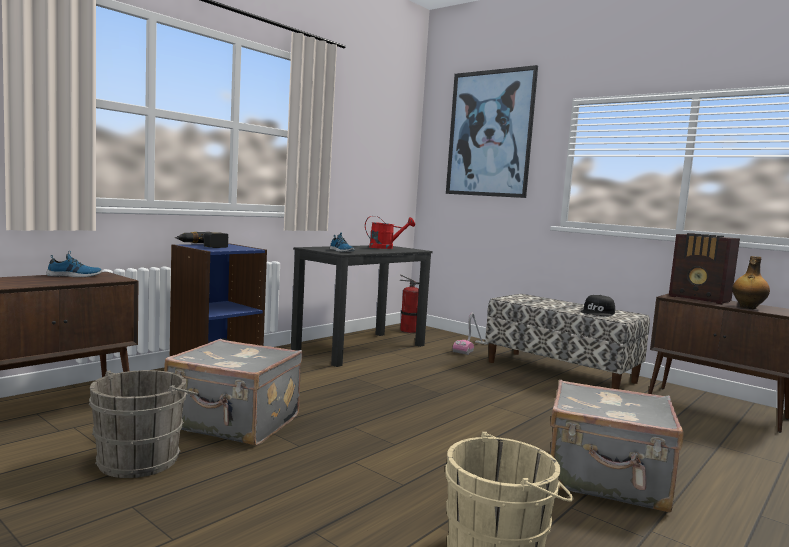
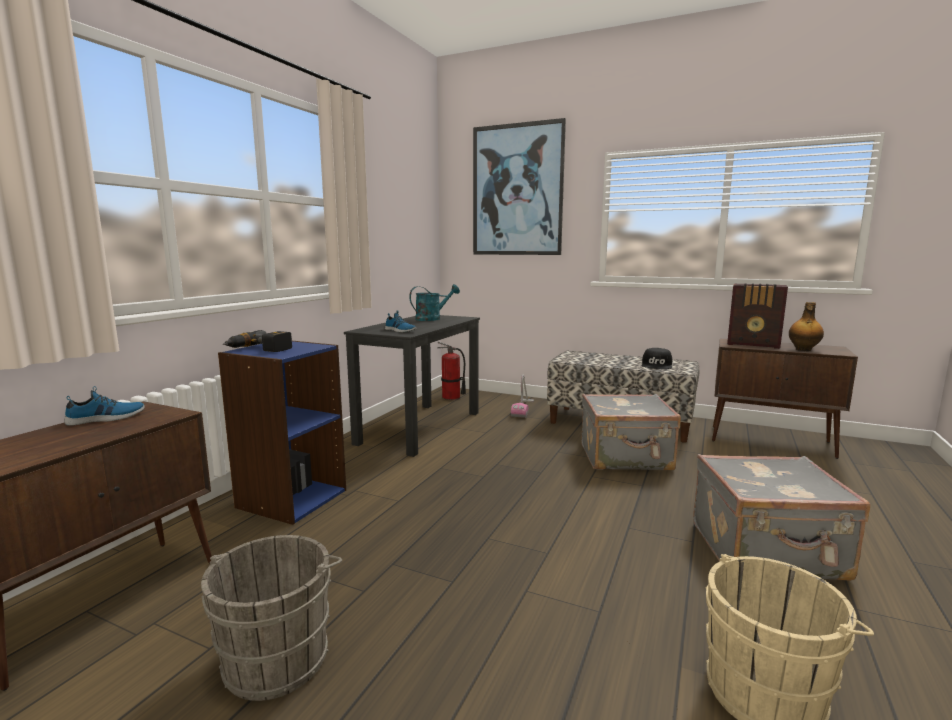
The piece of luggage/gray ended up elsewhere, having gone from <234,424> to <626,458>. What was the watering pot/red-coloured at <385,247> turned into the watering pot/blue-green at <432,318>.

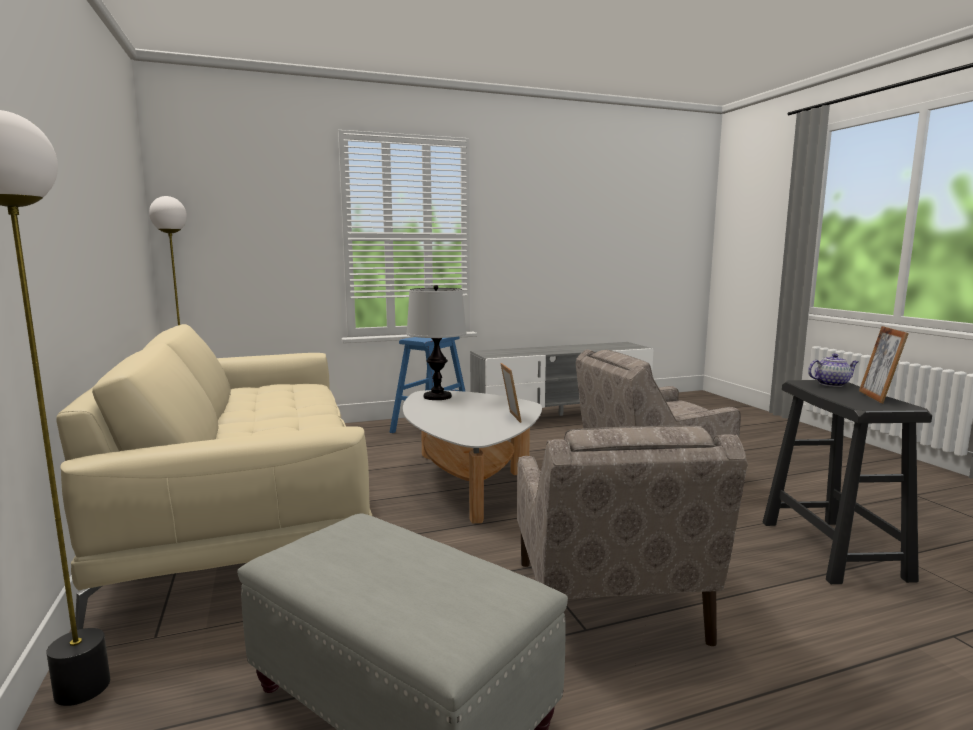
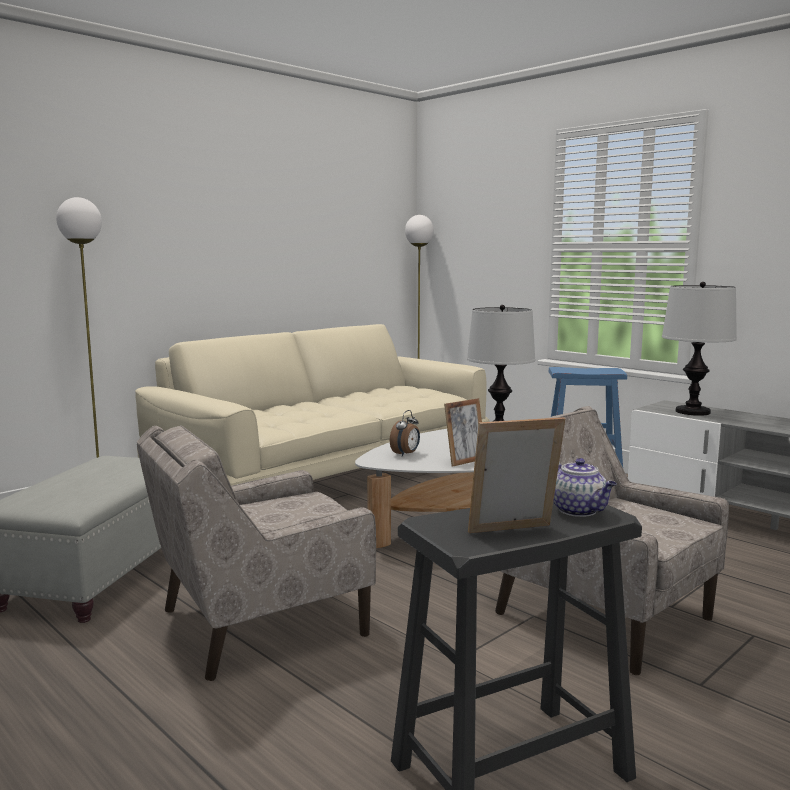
The second view gained the alarm clock at <406,454>. The second view gained the lamp for a table at <693,412>.

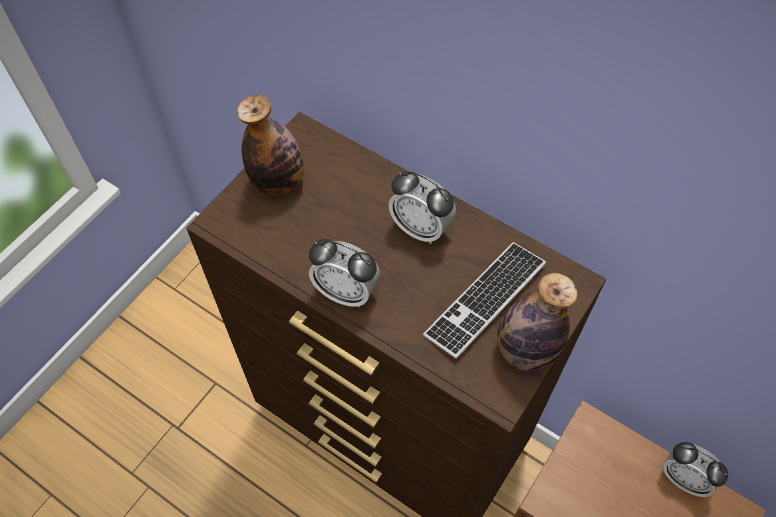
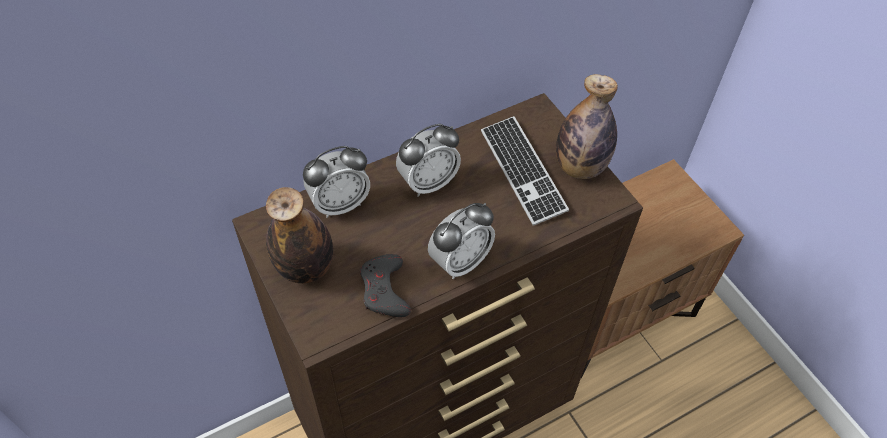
The second view gained the game controller/gray at <384,290>. The alarm clock ended up elsewhere, having gone from <683,477> to <339,204>.

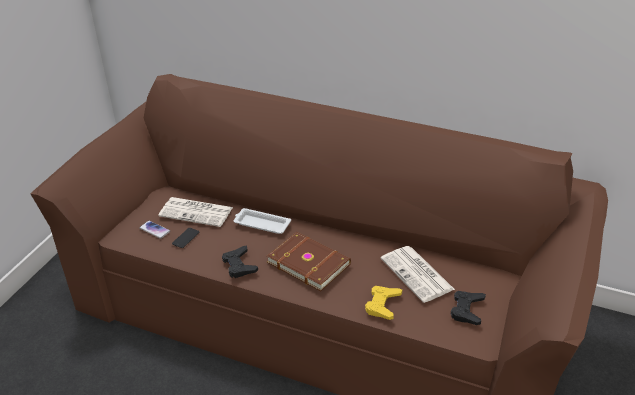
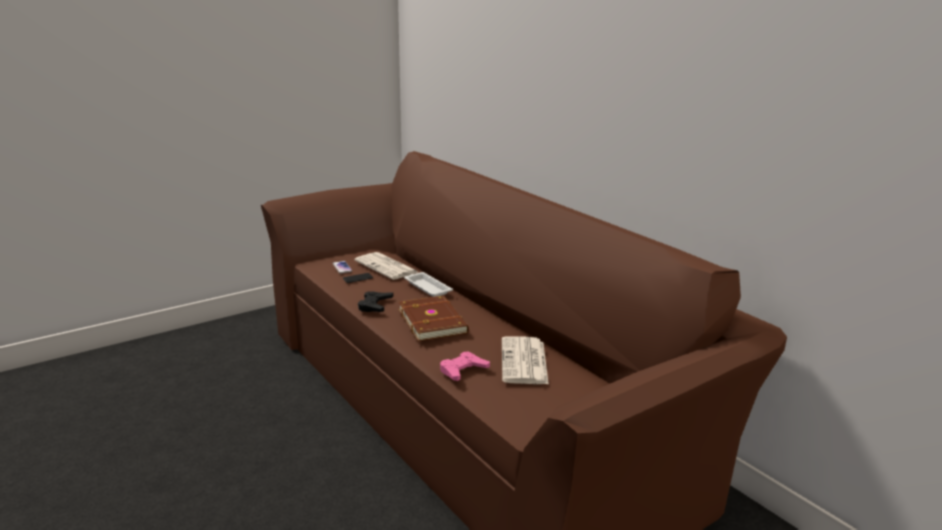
The second view lost the game controller/black at <467,310>. What was the game controller/yellowish at <382,305> turned into the game controller/pink at <463,370>.

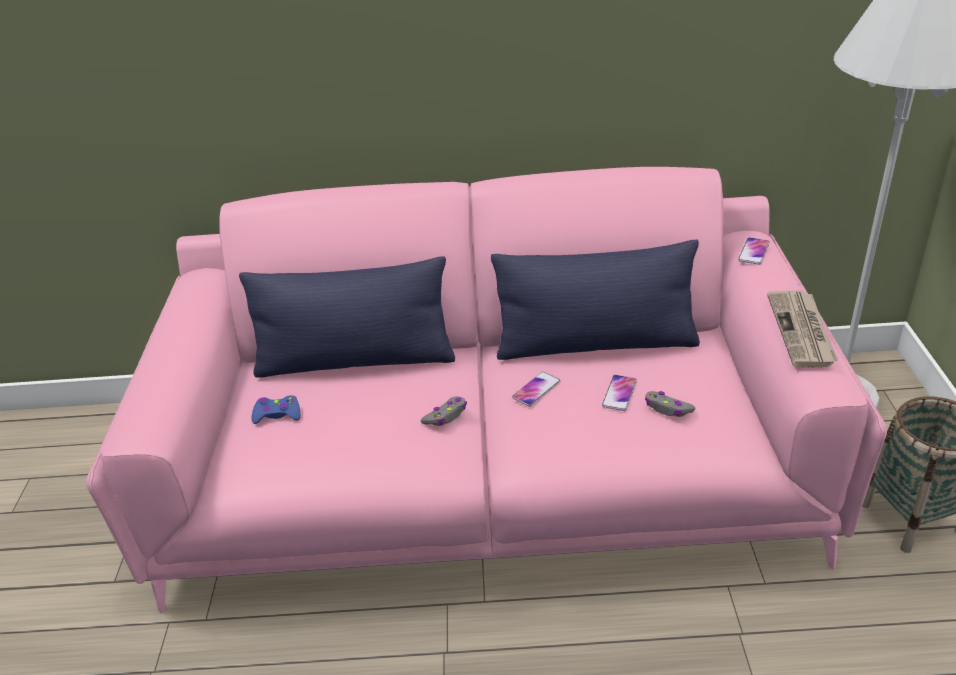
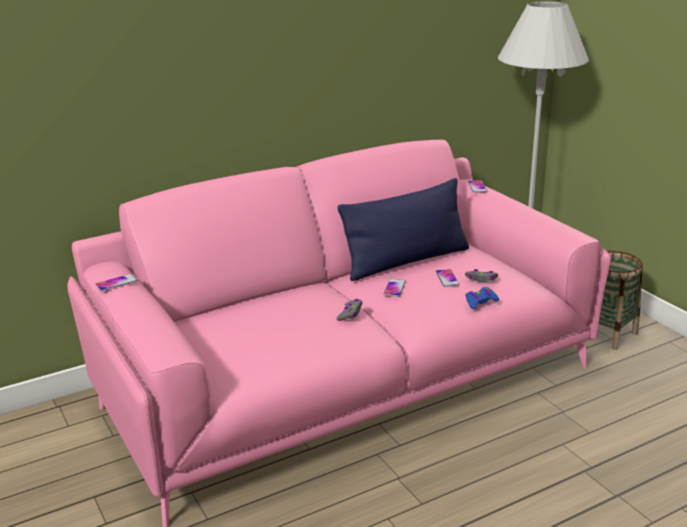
The second view lost the throw pillow/bluish at <356,361>. The second view lost the daily paper at <802,331>. The second view gained the phone at <116,283>. The game controller/bluish ended up elsewhere, having gone from <277,414> to <480,302>.

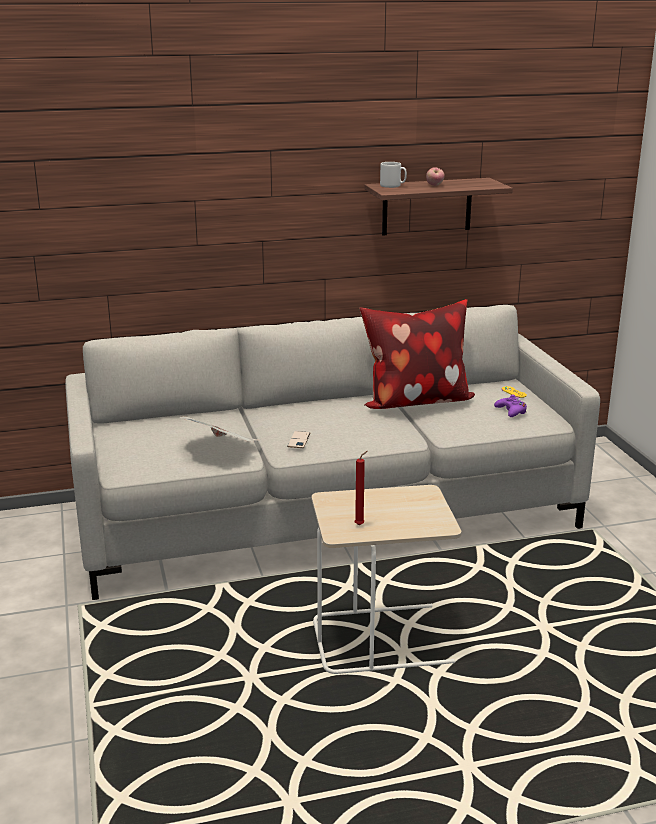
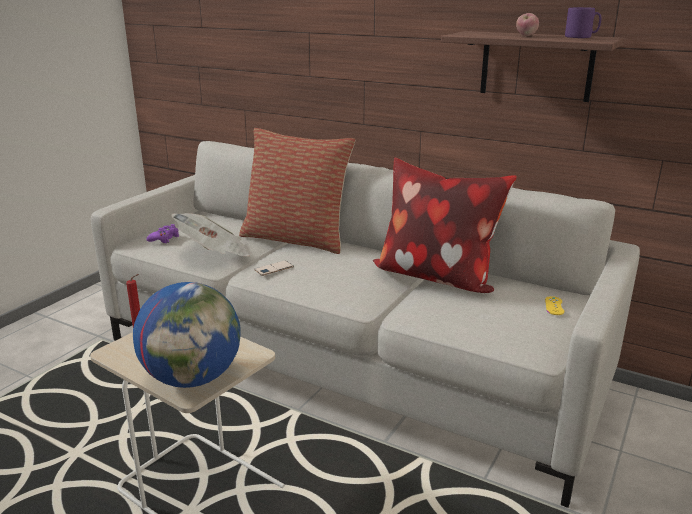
The second view lost the coffee mug/gray at <393,186>. The second view gained the world globe at <193,378>. The second view gained the throw pillow at <297,238>. The second view gained the coffee mug/purplish at <581,37>. The game controller/purplish ended up elsewhere, having gone from <511,411> to <164,238>.

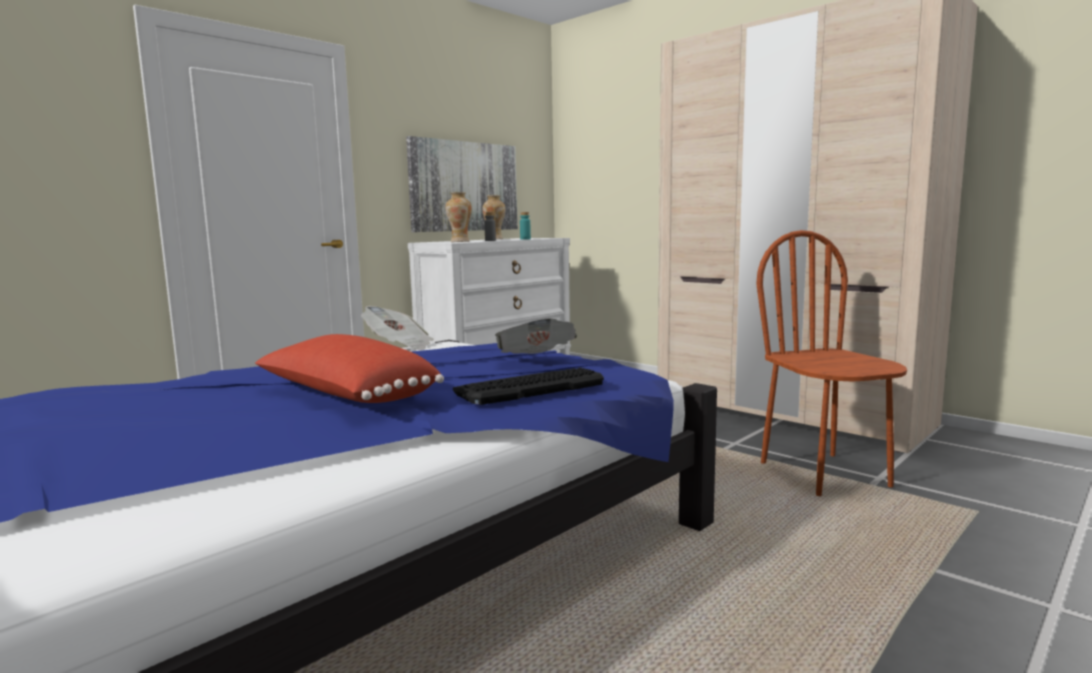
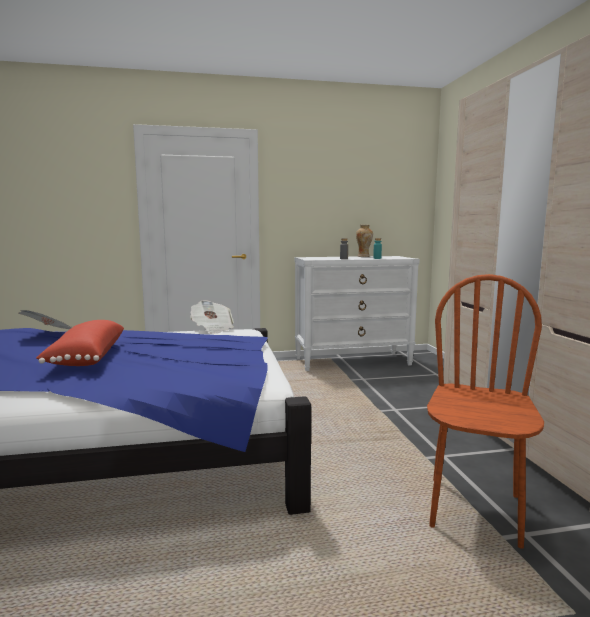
The second view lost the picture at <464,186>. The second view lost the vase at <460,242>. The second view lost the keyboard at <528,387>. The daily paper ended up elsewhere, having gone from <536,361> to <50,334>.

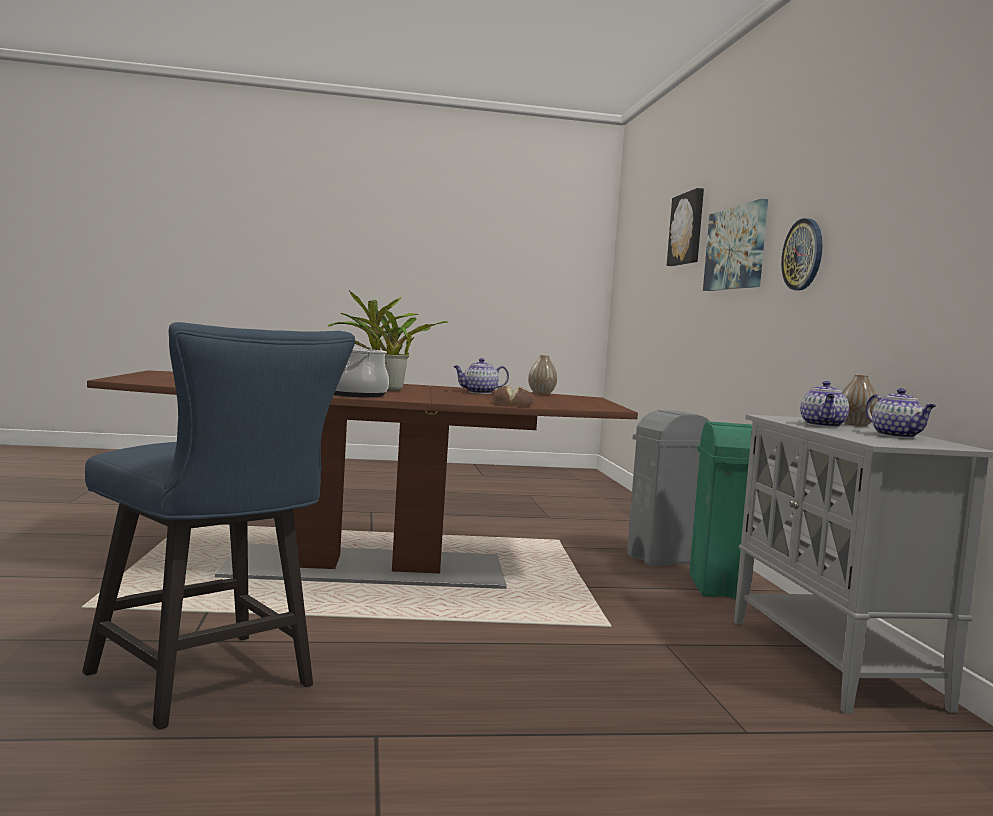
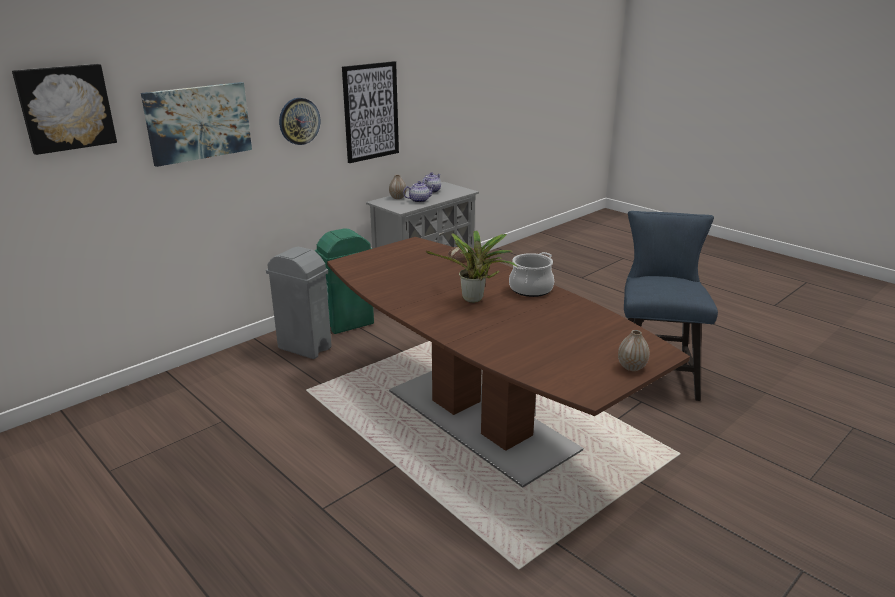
The second view lost the teapot at <479,392>. The second view gained the picture at <371,112>. The vase ended up elsewhere, having gone from <541,393> to <631,367>.

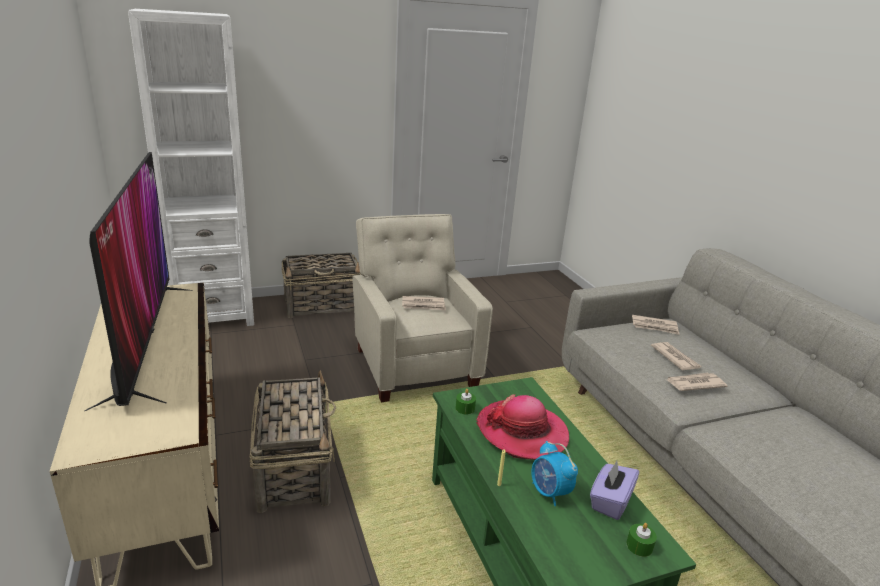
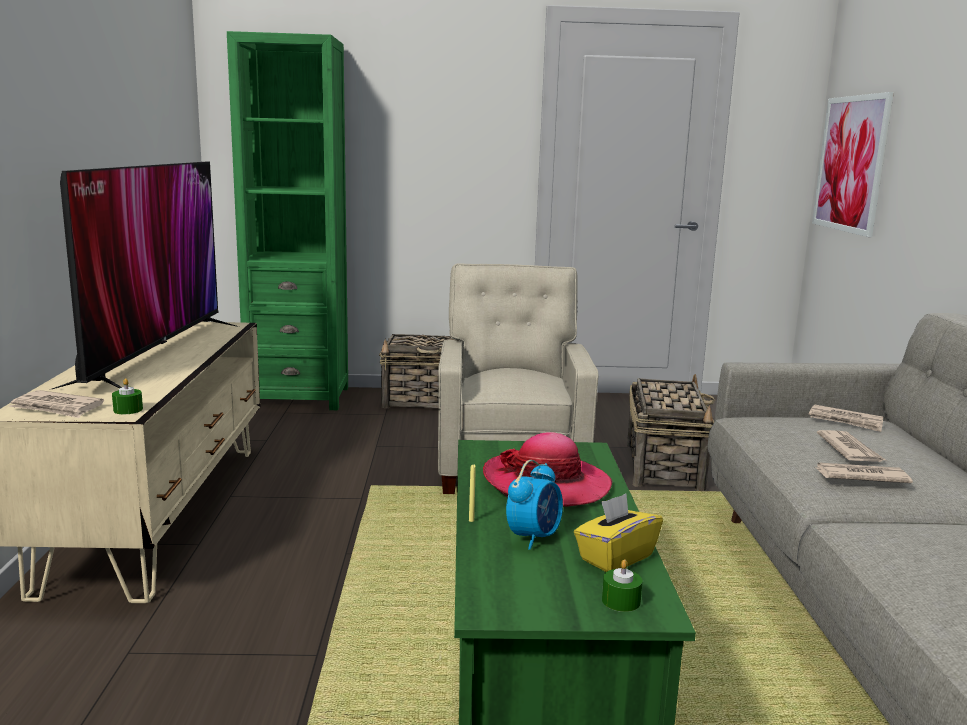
The second view gained the picture at <850,164>. The household basket ended up elsewhere, having gone from <294,468> to <664,466>. The daily paper ended up elsewhere, having gone from <423,305> to <57,408>. The wax candle/green ended up elsewhere, having gone from <465,408> to <128,410>. What was the shelving unit/whitish at <214,315> turned into the shelving unit/green at <298,397>. What was the tissue holder/purplish at <610,501> turned into the tissue holder/yellowish at <615,557>. The alarm clock at <549,493> ended up facing another way, 135 degrees counterclockwise from before.

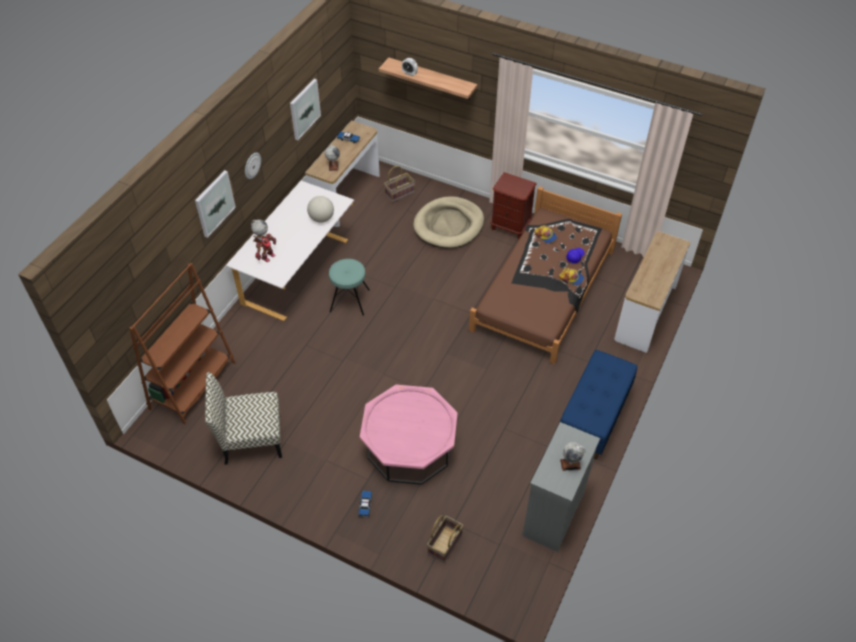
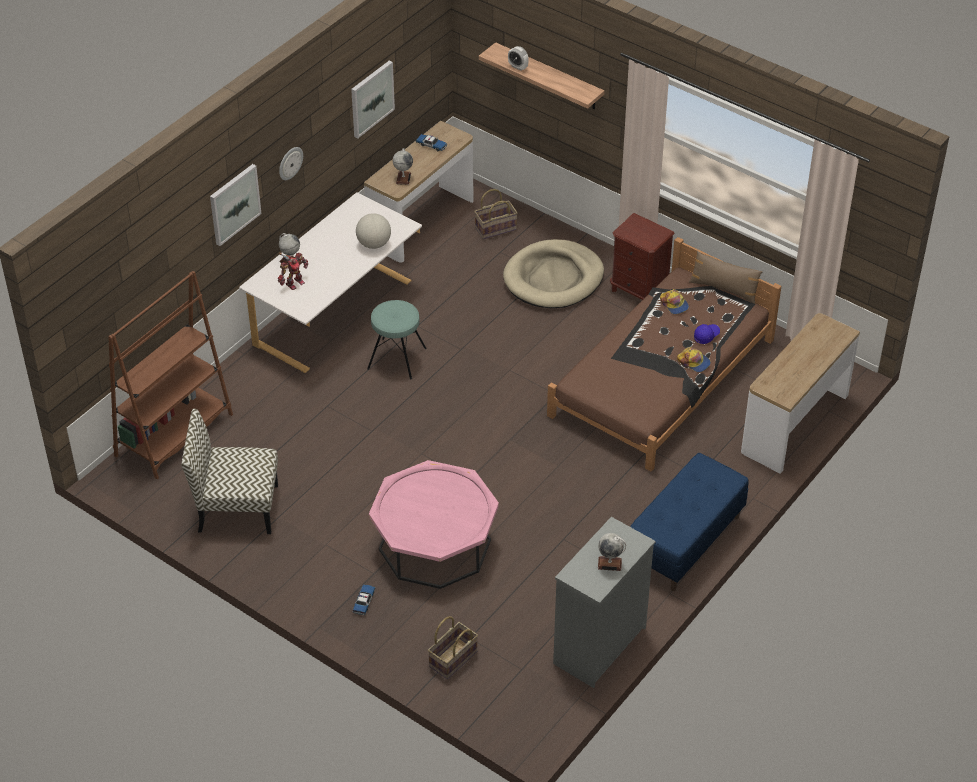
The second view gained the throw pillow/brown-coloured at <724,289>.

